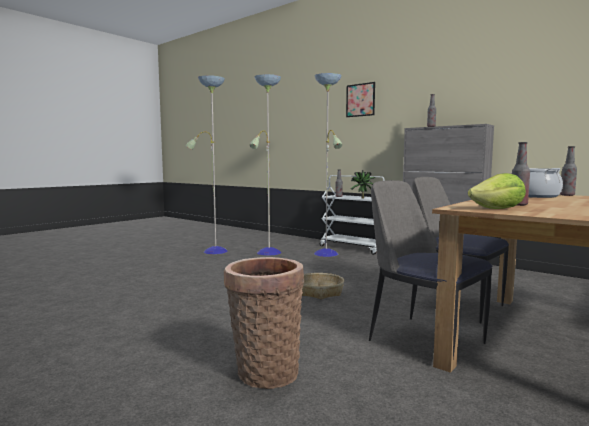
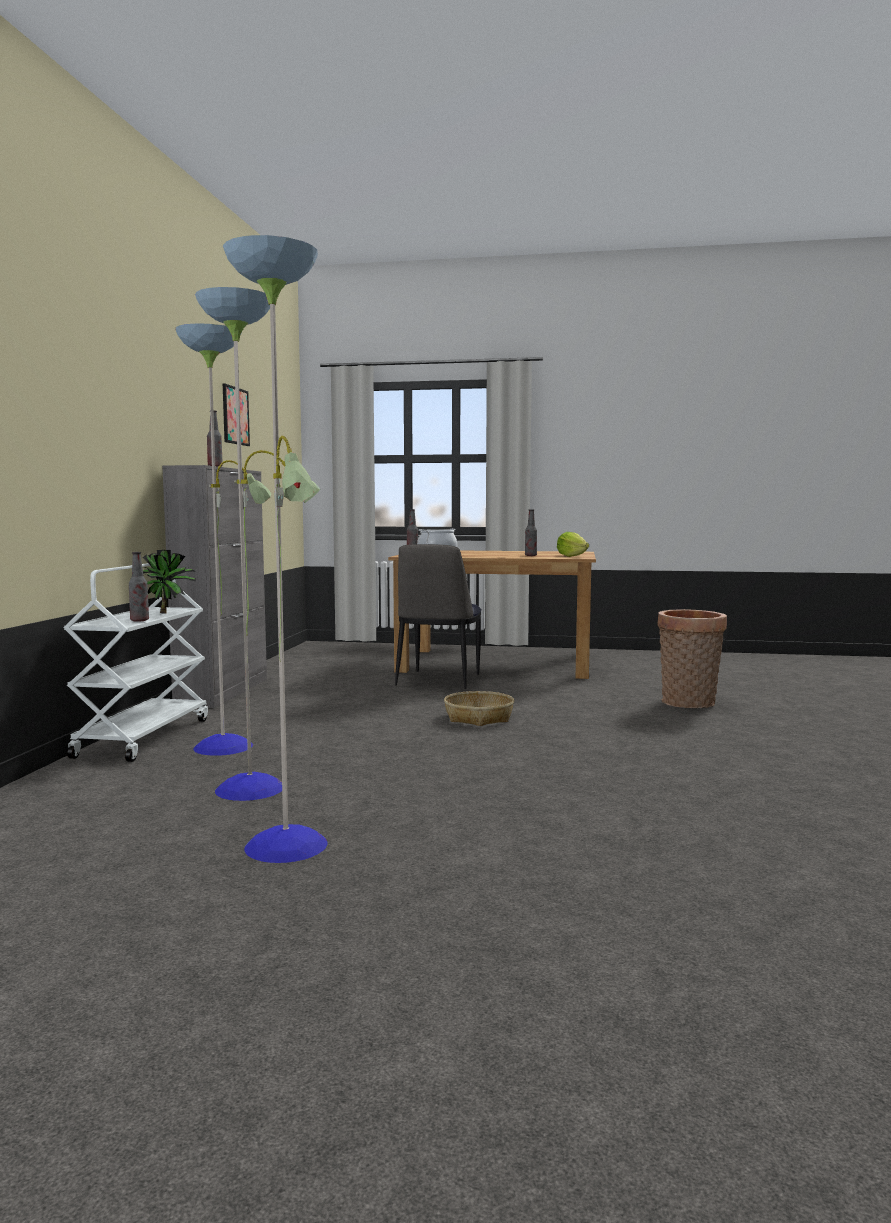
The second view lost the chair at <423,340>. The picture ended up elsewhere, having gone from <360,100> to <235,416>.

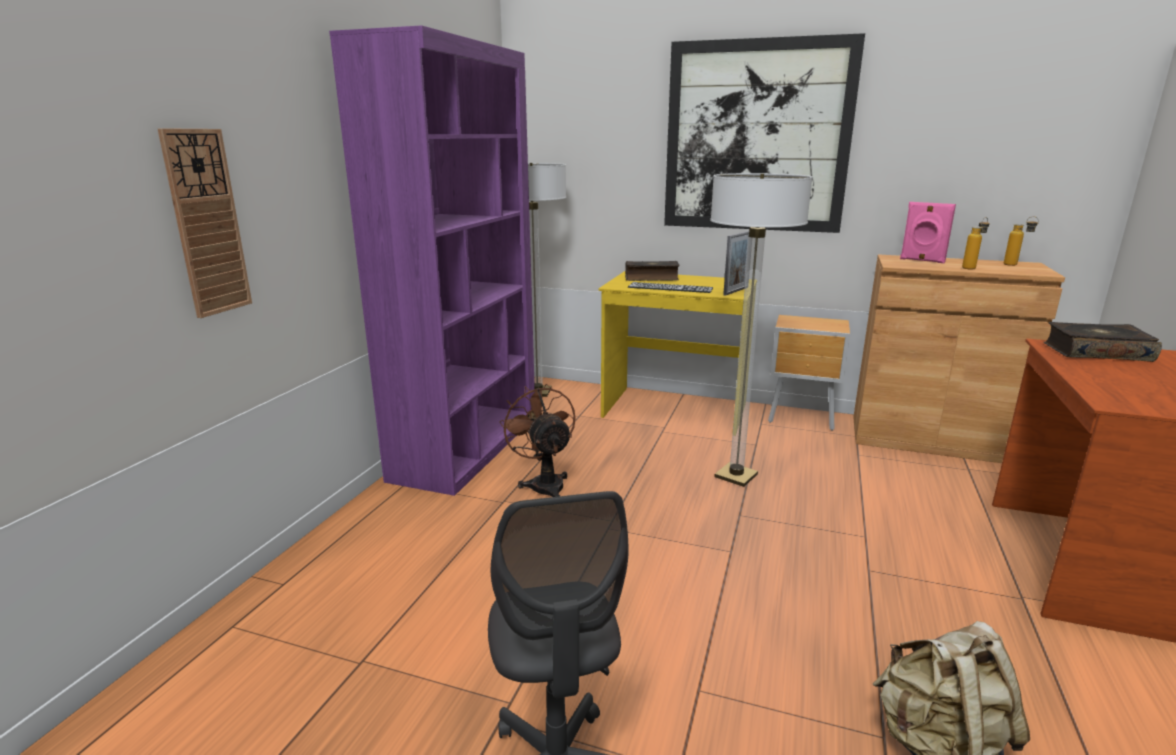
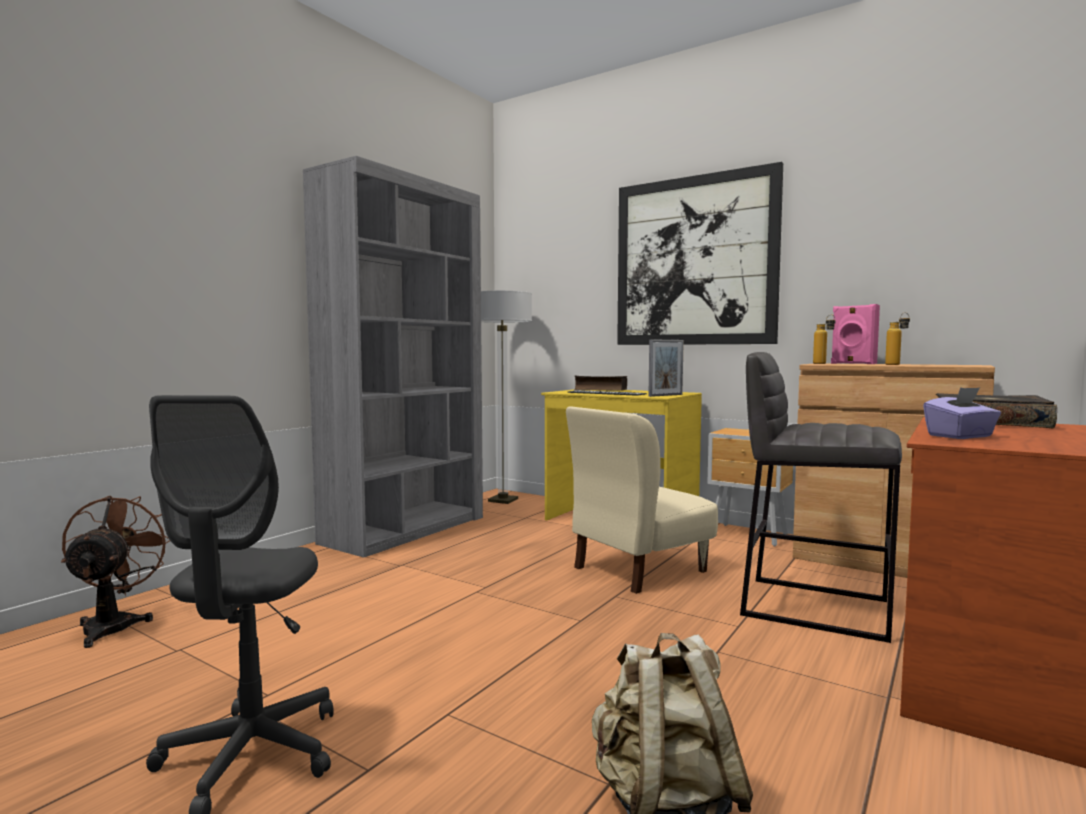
The second view lost the wall clock at <206,223>. The second view gained the stool seat/gray at <814,607>. The second view gained the tissue holder/purplish at <960,436>. The cooling fan/brown-coloured ended up elsewhere, having gone from <544,484> to <114,624>. The bottle ended up elsewhere, having gone from <1015,265> to <823,364>. Where the standard lamp stood at <736,476>, the chair/beige came to stand at <638,569>. What was the shelving unit/purplish at <467,448> turned into the shelving unit/gray at <405,530>.

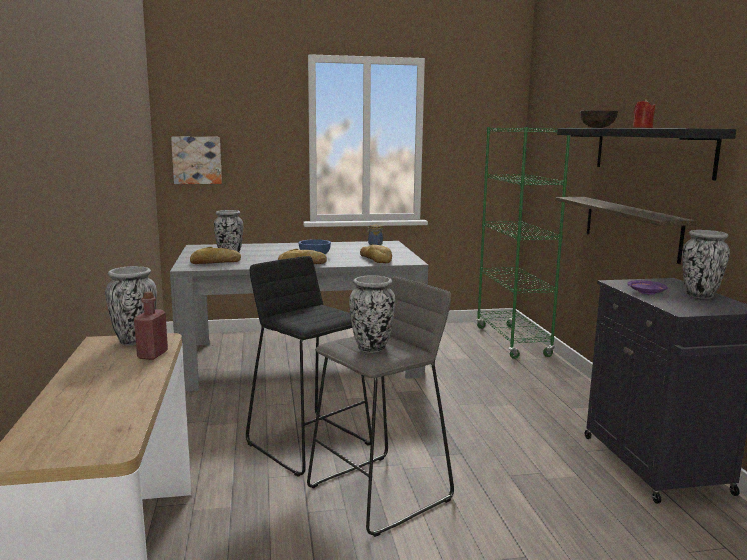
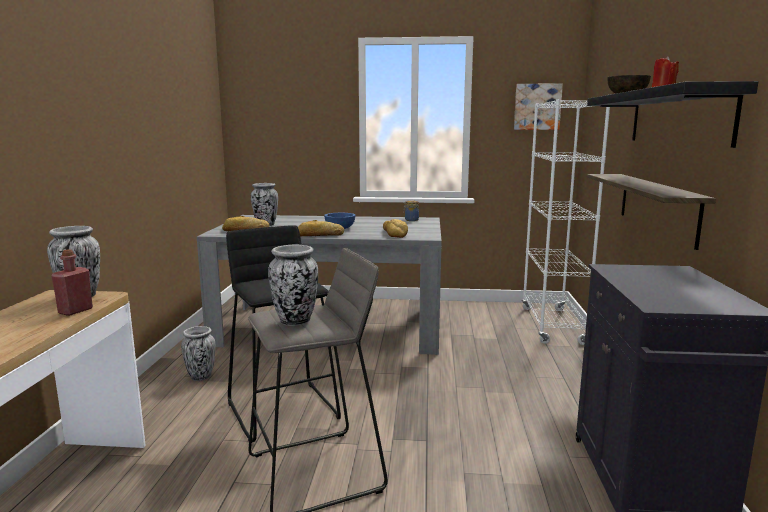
The second view lost the dinner plate/purplish at <646,292>. The picture ended up elsewhere, having gone from <197,160> to <537,107>. The vase ended up elsewhere, having gone from <699,295> to <200,376>. What was the shelving unit/green at <512,341> turned into the shelving unit/whitish at <552,325>.

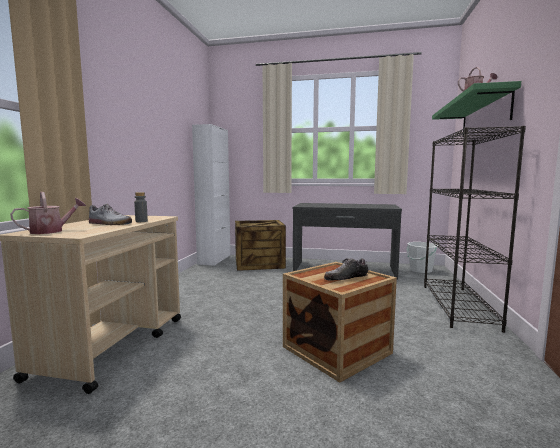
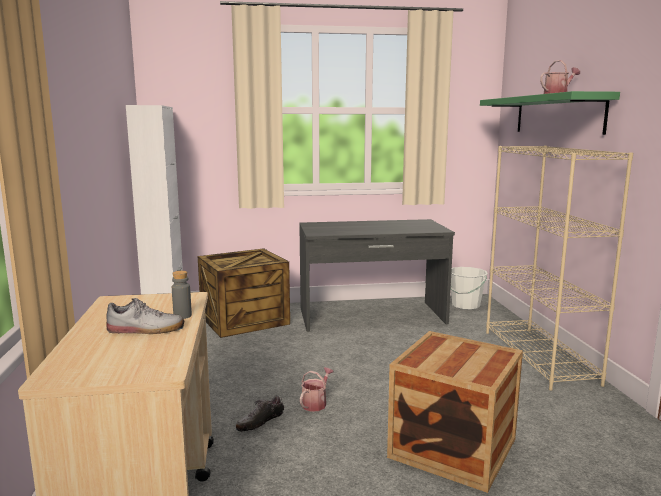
The watering pot ended up elsewhere, having gone from <51,231> to <316,403>. The shoe ended up elsewhere, having gone from <346,278> to <260,422>. What was the shelving unit/black at <458,306> turned into the shelving unit/beige at <539,357>.

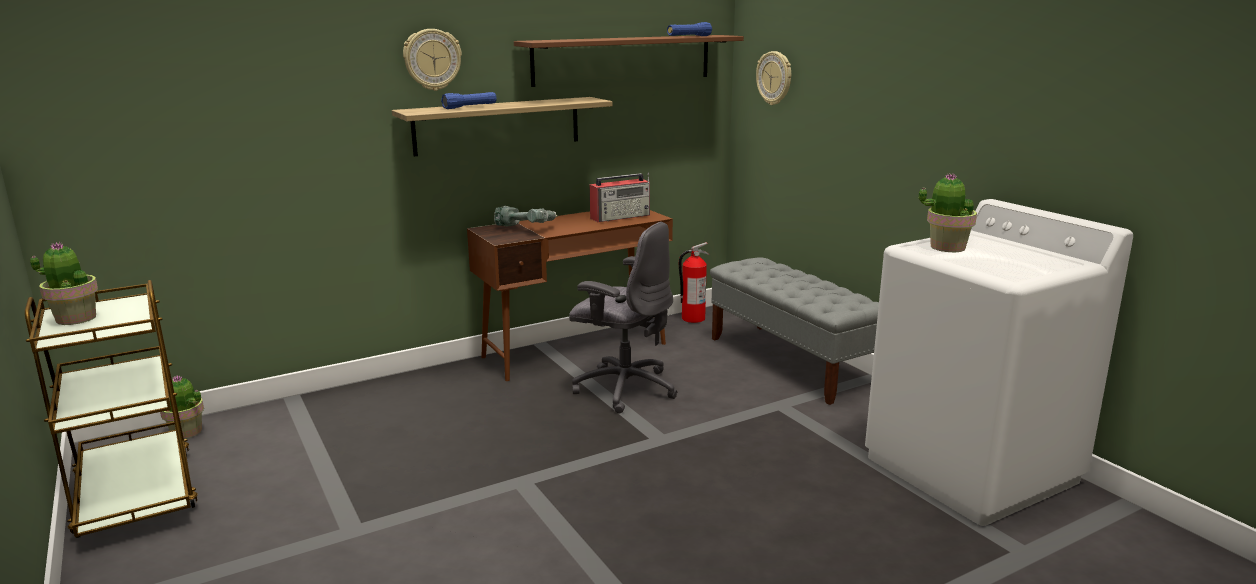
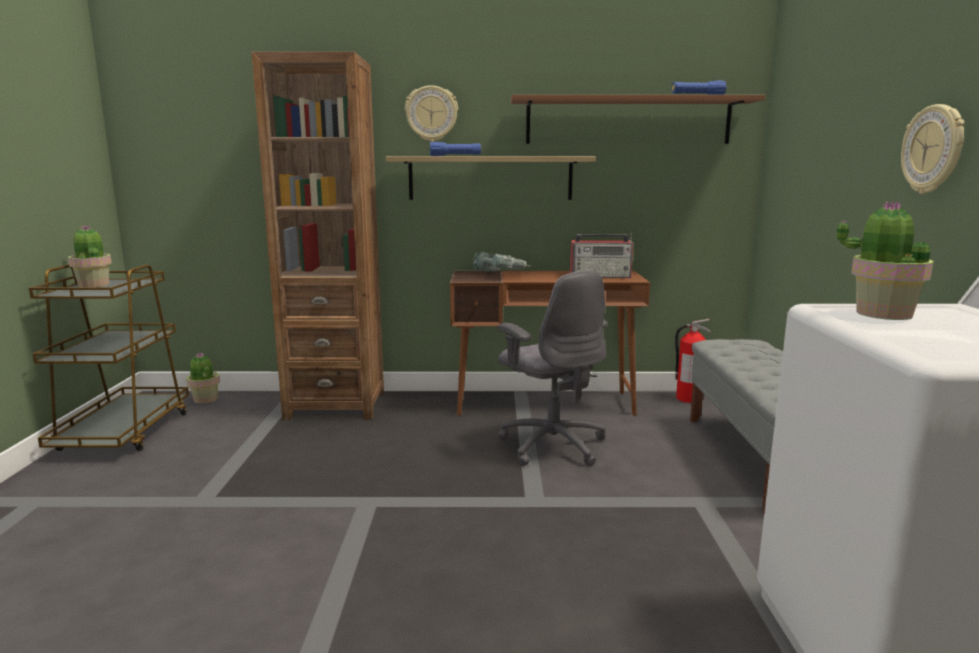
The second view gained the shelving unit/brown-coloured at <336,405>. The wall clock ended up elsewhere, having gone from <774,78> to <933,149>.

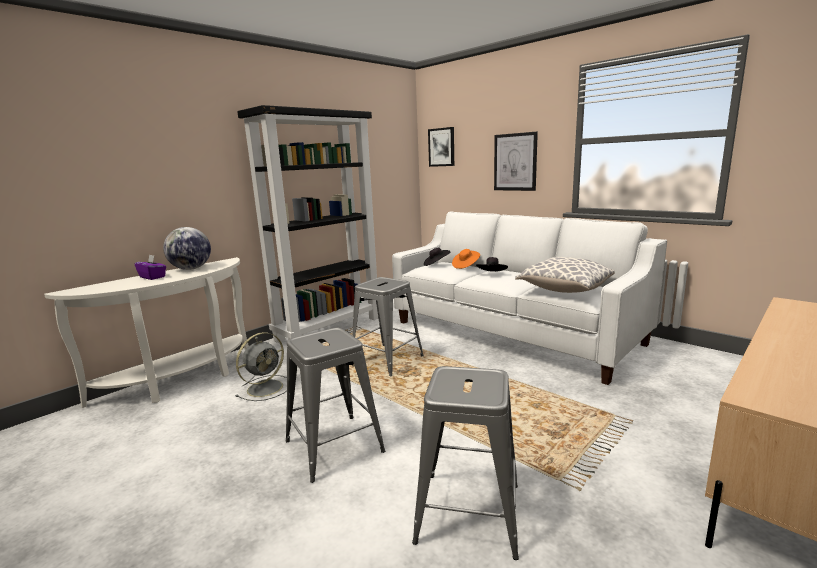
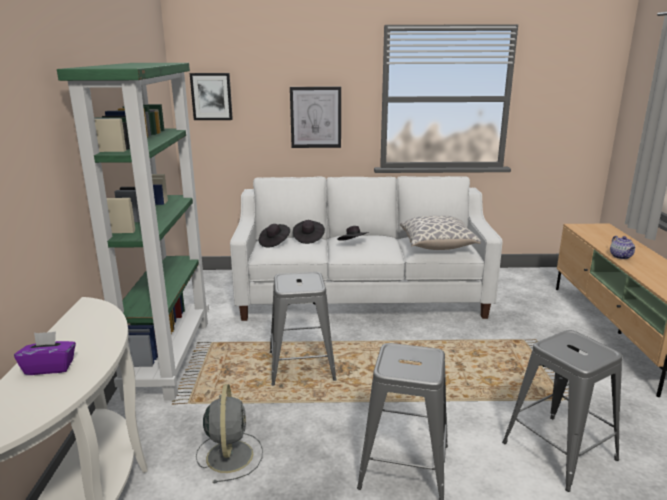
The second view lost the world globe at <191,269>. The second view gained the teapot at <621,257>. What was the shelving unit/black at <329,328> turned into the shelving unit/green at <168,356>. What was the clothing hat/orangey at <466,266> turned into the clothing hat/black at <308,238>.

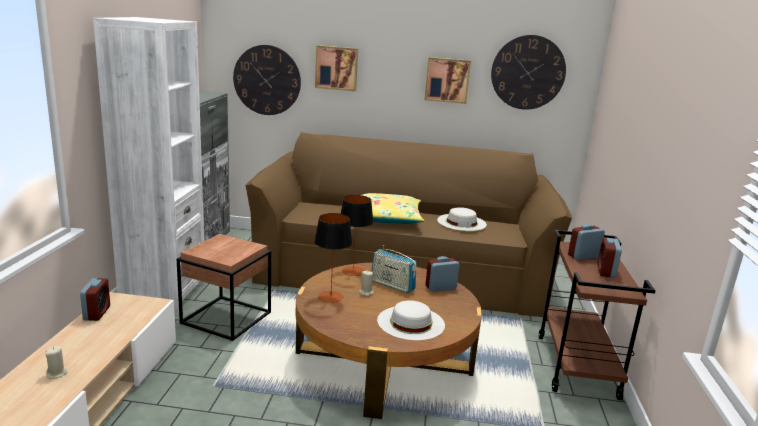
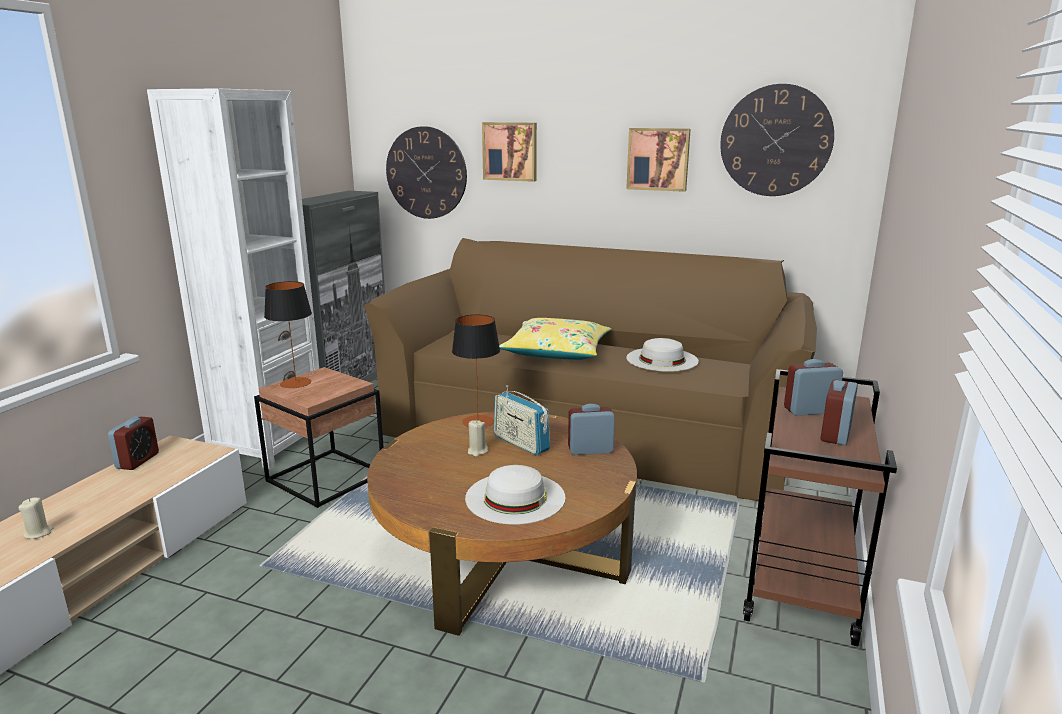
The lamp for a table ended up elsewhere, having gone from <330,297> to <296,383>.

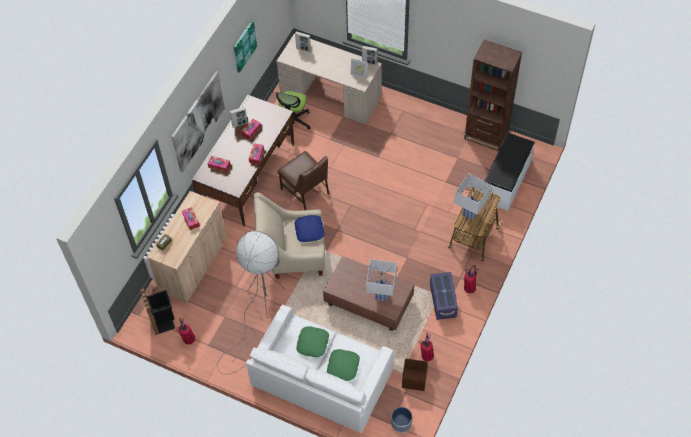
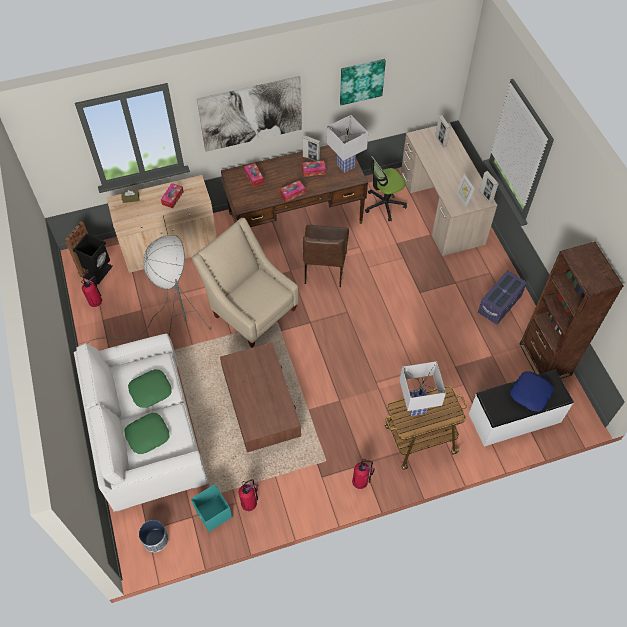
The throw pillow/bluish ended up elsewhere, having gone from <309,230> to <531,393>. The lamp for a table/whitish ended up elsewhere, having gone from <381,295> to <346,165>. The storage box/purplish ended up elsewhere, having gone from <443,301> to <499,304>. What was the storage box/brown-coloured at <414,380> turned into the storage box/blue-green at <213,513>.

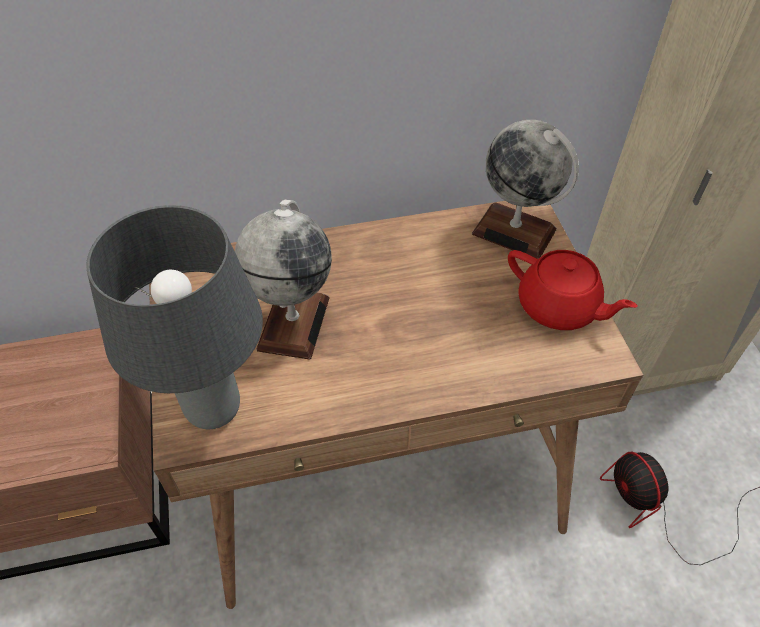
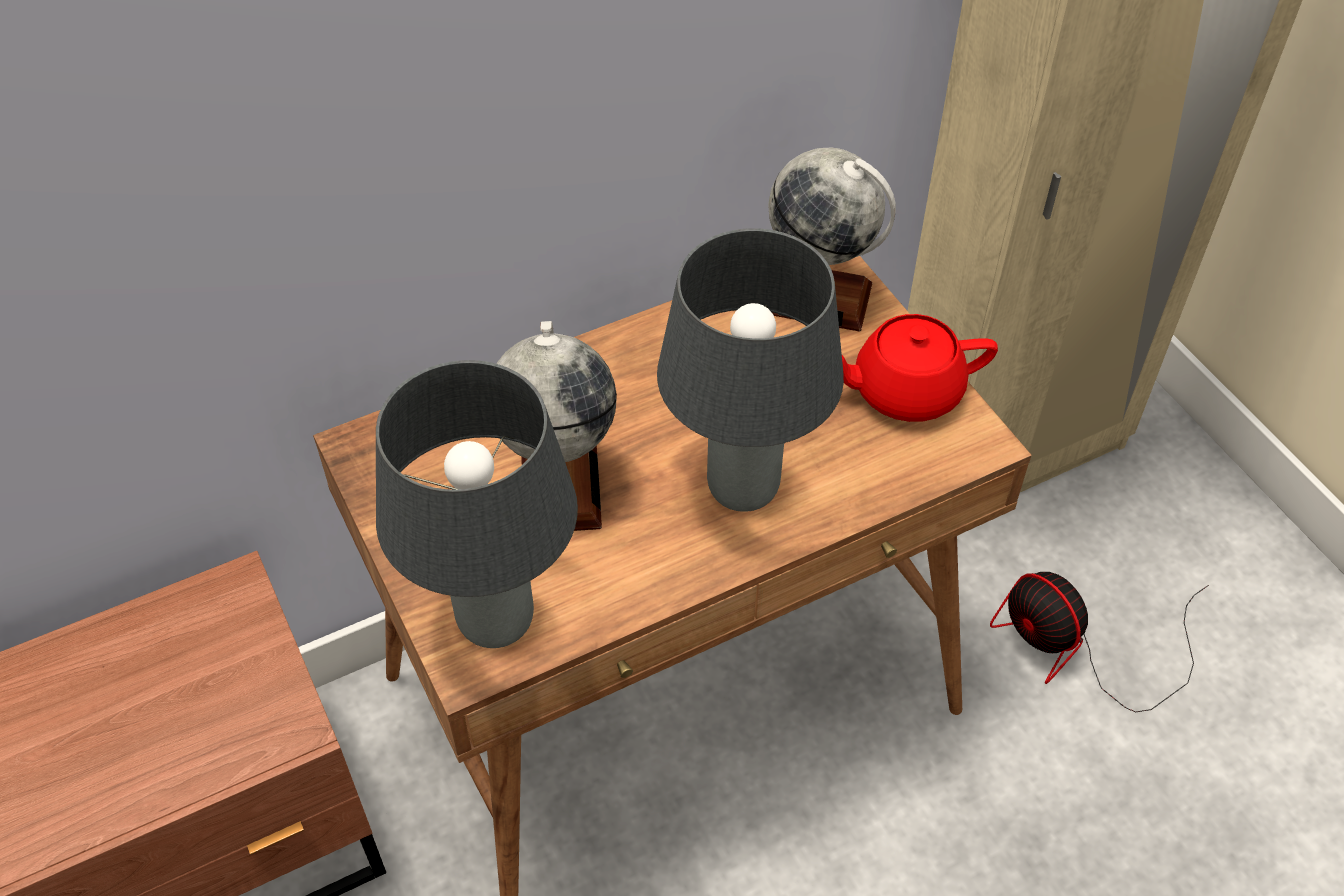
The second view gained the lamp for a table/gray at <743,490>. The teapot/red-coloured at <558,307> ended up facing another way, 150 degrees clockwise from before.

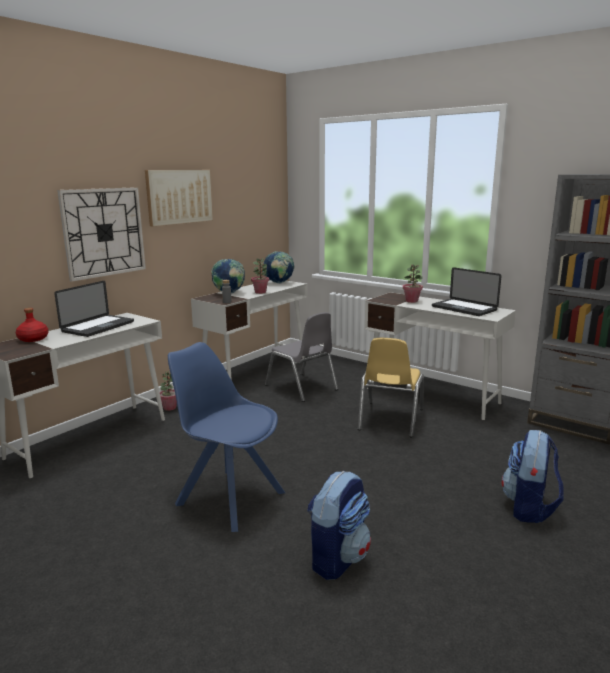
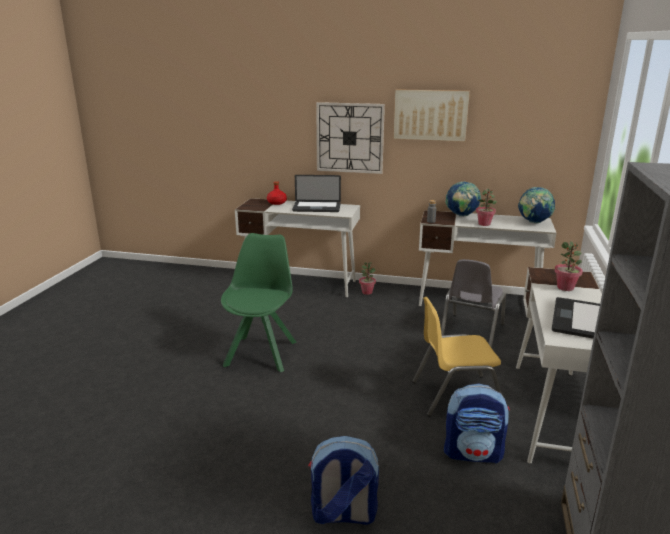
The rucksack ended up elsewhere, having gone from <338,558> to <473,453>. What was the chair/bluish at <228,497> turned into the chair/green at <262,352>.

